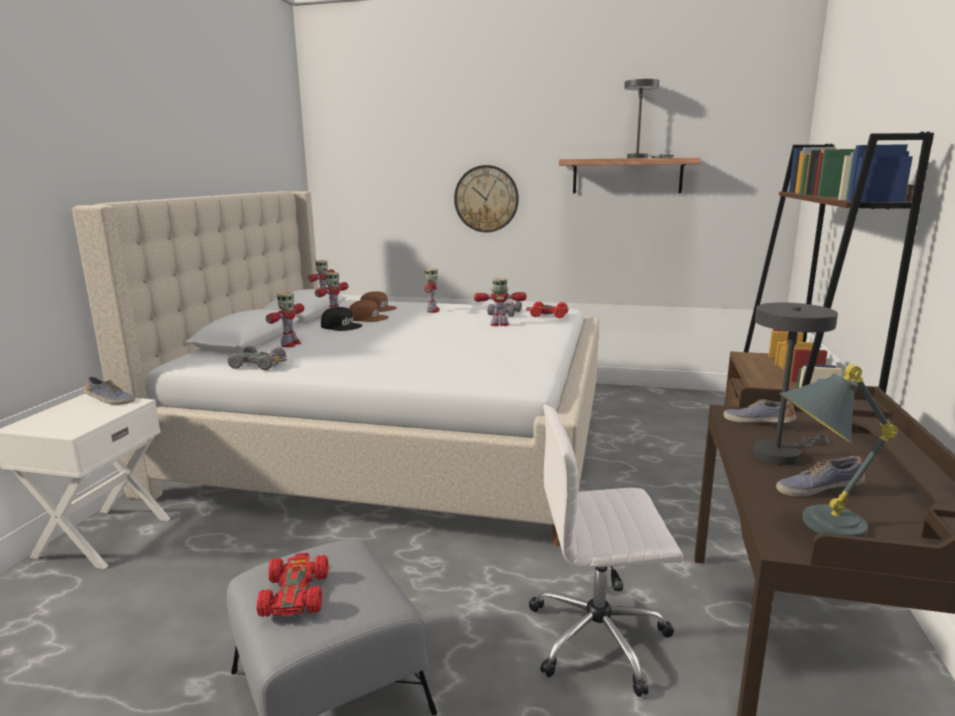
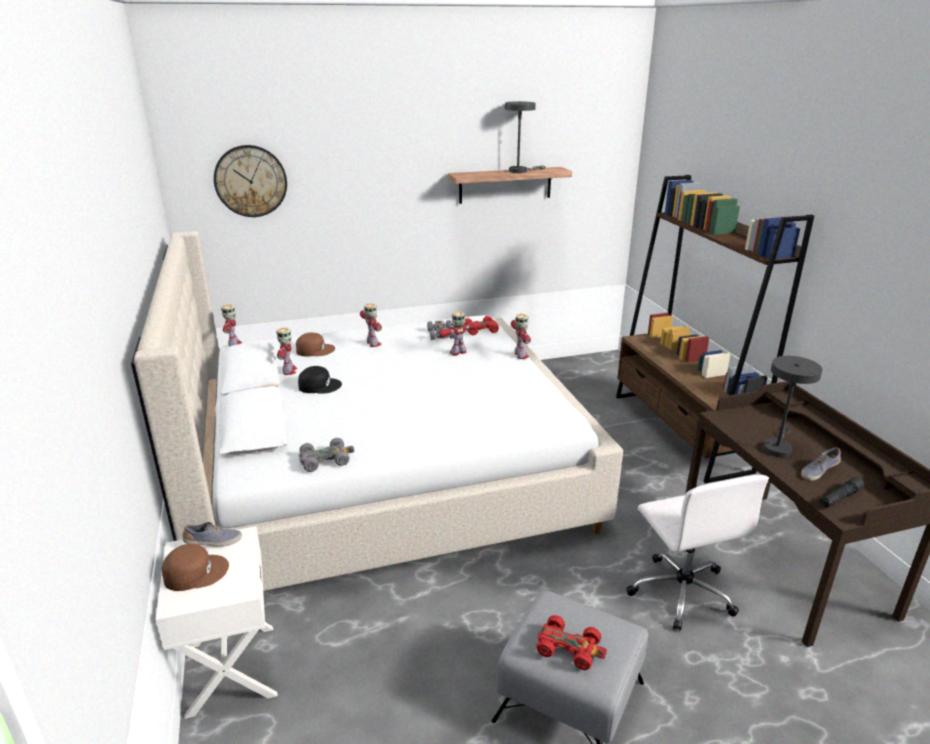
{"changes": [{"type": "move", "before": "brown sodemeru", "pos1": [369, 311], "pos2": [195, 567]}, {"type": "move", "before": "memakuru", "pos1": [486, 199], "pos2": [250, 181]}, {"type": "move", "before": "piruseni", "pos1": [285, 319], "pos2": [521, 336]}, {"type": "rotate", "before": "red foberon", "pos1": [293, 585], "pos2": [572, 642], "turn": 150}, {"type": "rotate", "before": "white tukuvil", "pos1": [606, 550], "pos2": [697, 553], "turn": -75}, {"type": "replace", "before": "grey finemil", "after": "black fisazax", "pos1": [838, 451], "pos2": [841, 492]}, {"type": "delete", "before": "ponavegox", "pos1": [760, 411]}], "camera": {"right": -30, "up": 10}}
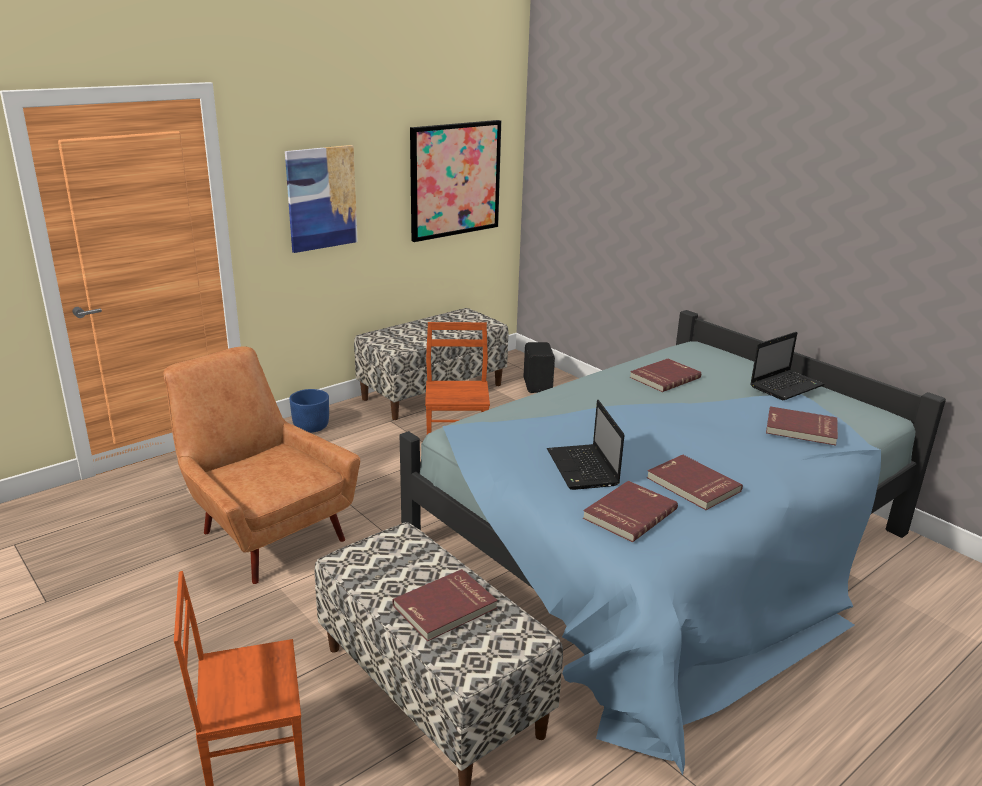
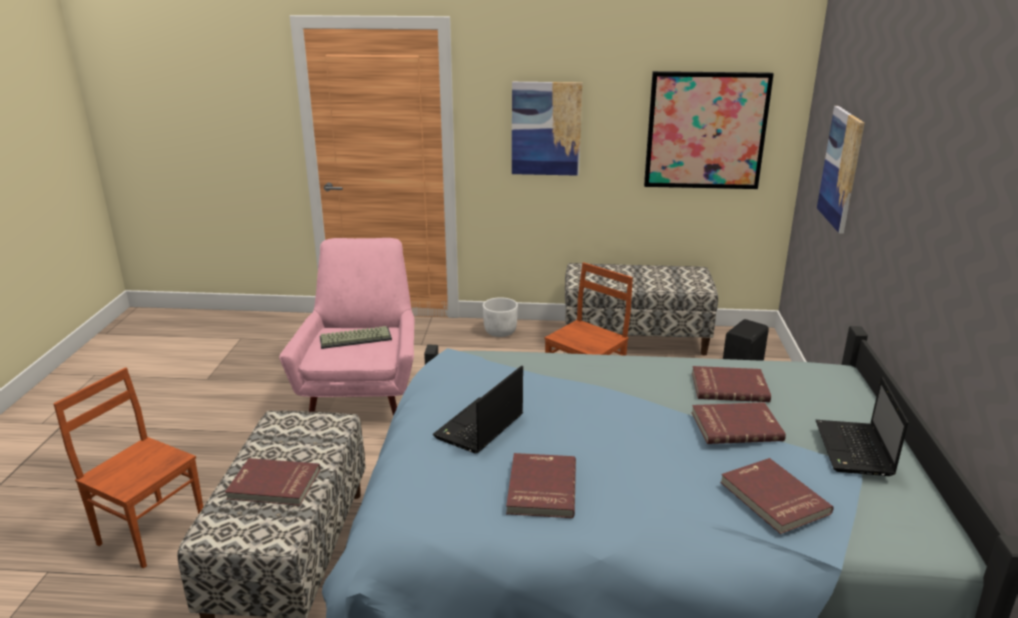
{"changes": [{"type": "recolor", "before": "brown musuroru", "after": "pink musuroru", "pos1": [261, 465], "pos2": [347, 327]}, {"type": "insert", "after": "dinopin", "pos2": [356, 337]}, {"type": "recolor", "before": "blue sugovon", "after": "white sugovon", "pos1": [309, 411], "pos2": [500, 317]}, {"type": "move", "before": "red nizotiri", "pos1": [630, 511], "pos2": [738, 423]}, {"type": "rotate", "before": "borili", "pos1": [787, 366], "pos2": [862, 426], "turn": 90}, {"type": "insert", "after": "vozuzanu", "pos2": [841, 170]}], "camera": {"right": 45, "up": 0}}
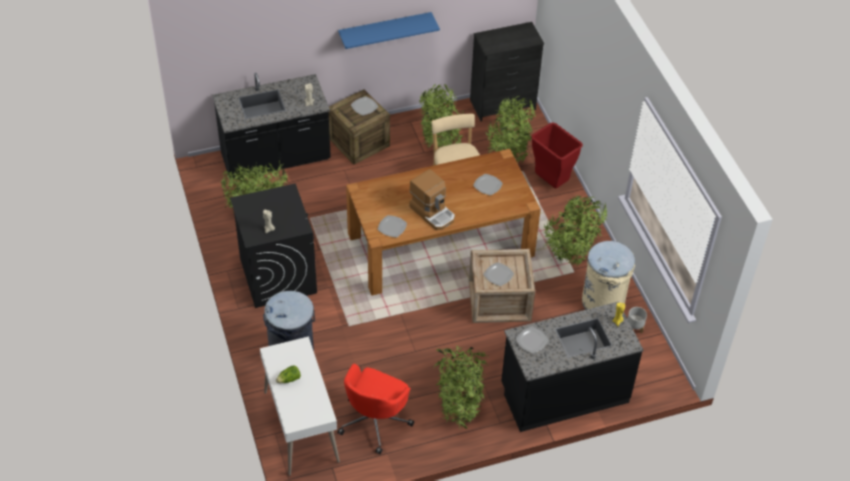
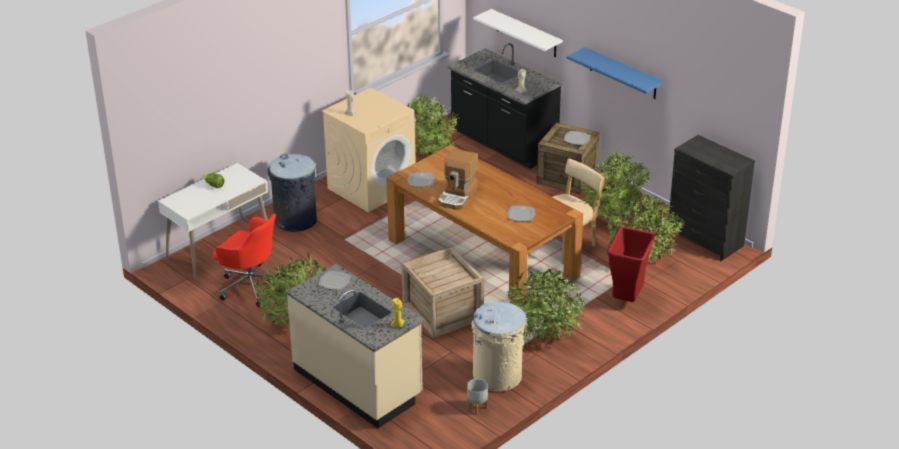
{"changes": [{"type": "rotate", "before": "red tukuvil", "pos1": [375, 409], "pos2": [249, 260], "turn": -150}, {"type": "recolor", "before": "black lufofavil", "after": "beige lufofavil", "pos1": [572, 367], "pos2": [355, 346]}, {"type": "recolor", "before": "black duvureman", "after": "beige duvureman", "pos1": [273, 246], "pos2": [369, 149]}, {"type": "insert", "after": "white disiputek", "pos2": [518, 33]}, {"type": "delete", "before": "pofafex", "pos1": [499, 274]}], "camera": {"right": 65, "up": -15}}
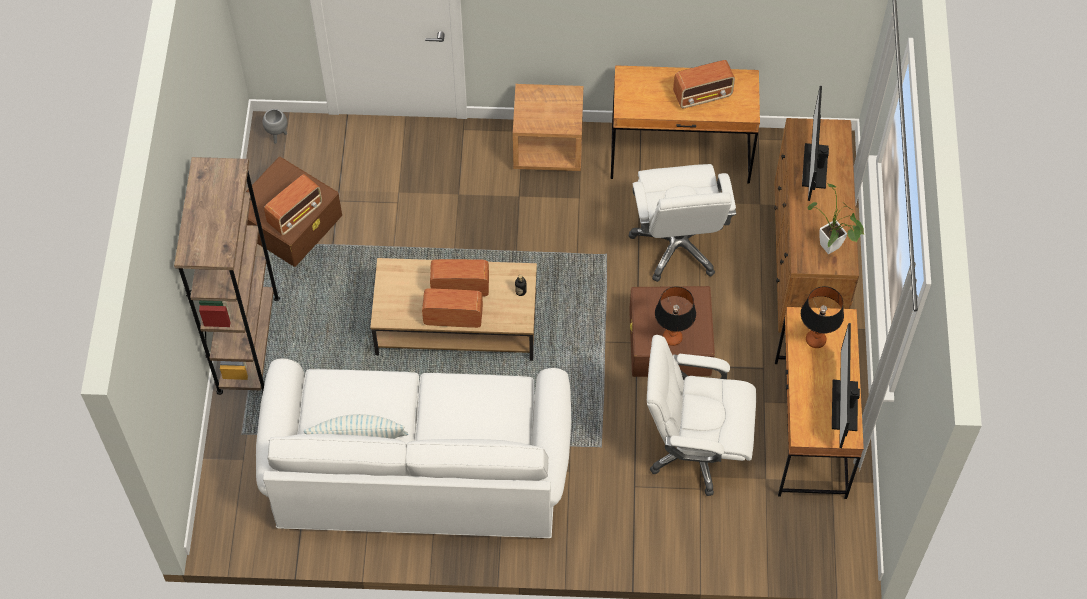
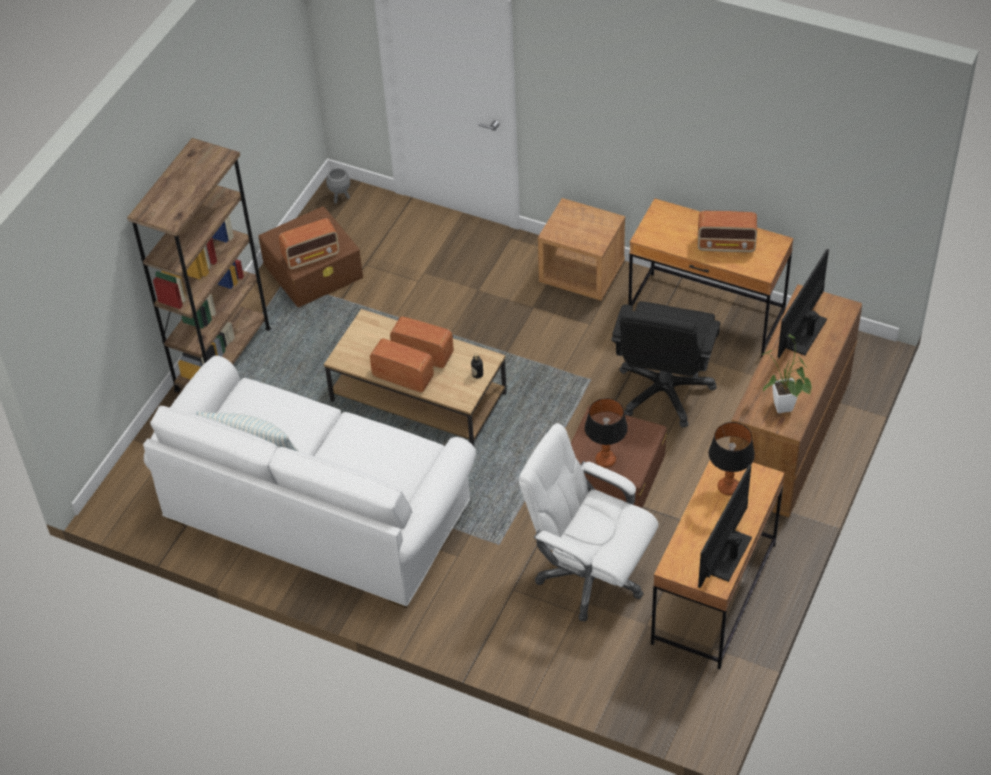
{"changes": [{"type": "recolor", "before": "white tukuvil", "after": "black tukuvil", "pos1": [682, 223], "pos2": [666, 364]}], "camera": {"right": 25, "up": -10}}
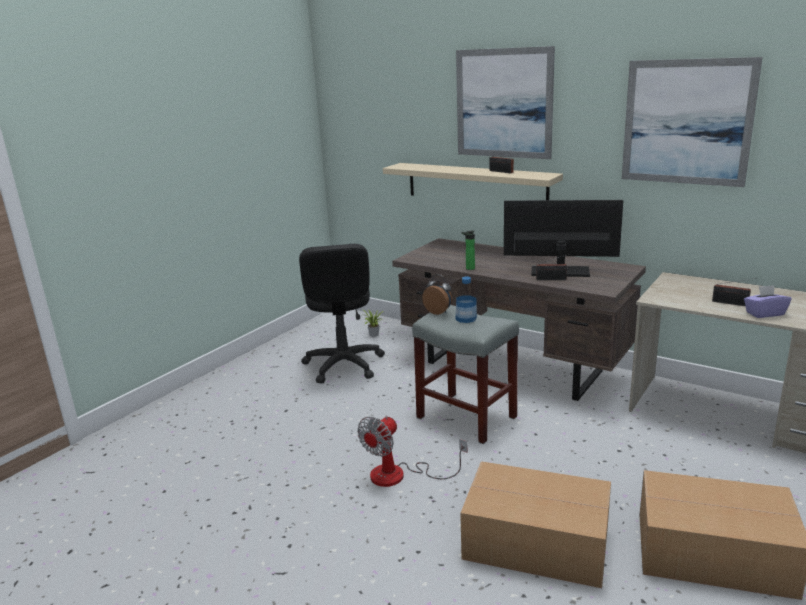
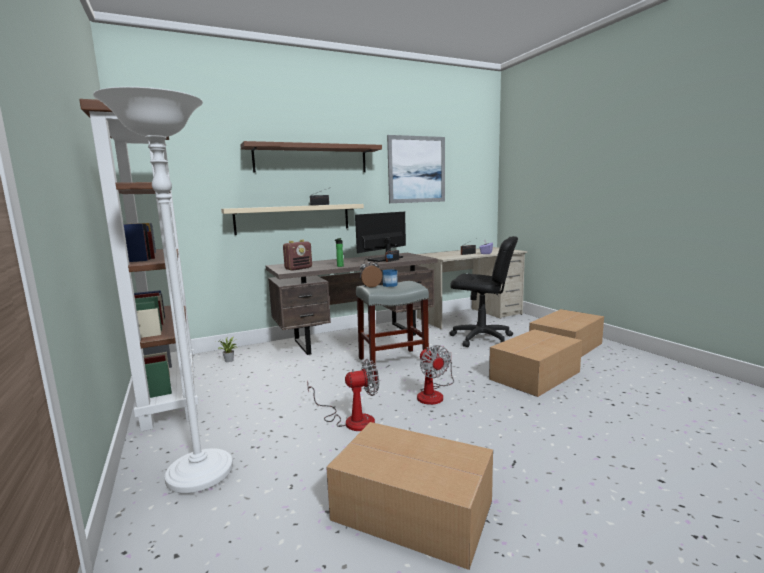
{"changes": [{"type": "insert", "after": "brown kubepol", "pos2": [139, 265]}, {"type": "insert", "after": "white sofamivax", "pos2": [163, 290]}, {"type": "replace", "before": "vozuzanu", "after": "brown disiputek", "pos1": [505, 102], "pos2": [311, 156]}, {"type": "insert", "after": "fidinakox", "pos2": [297, 255]}, {"type": "insert", "after": "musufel", "pos2": [343, 395]}, {"type": "insert", "after": "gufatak", "pos2": [409, 496]}, {"type": "move", "before": "black tukuvil", "pos1": [342, 314], "pos2": [483, 291]}], "camera": {"right": -60, "up": -10}}
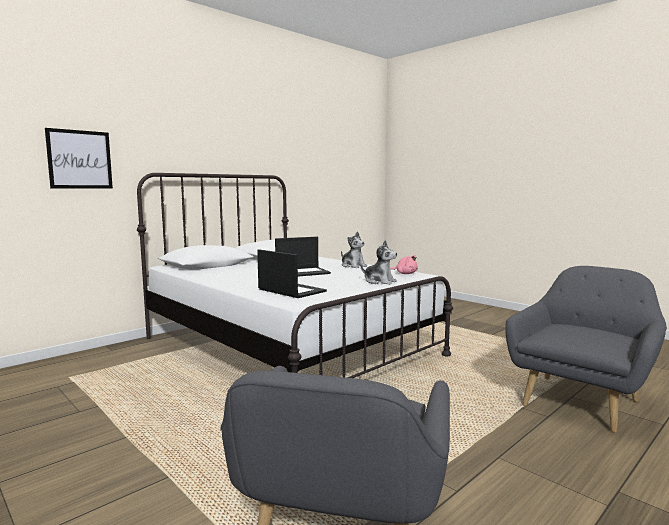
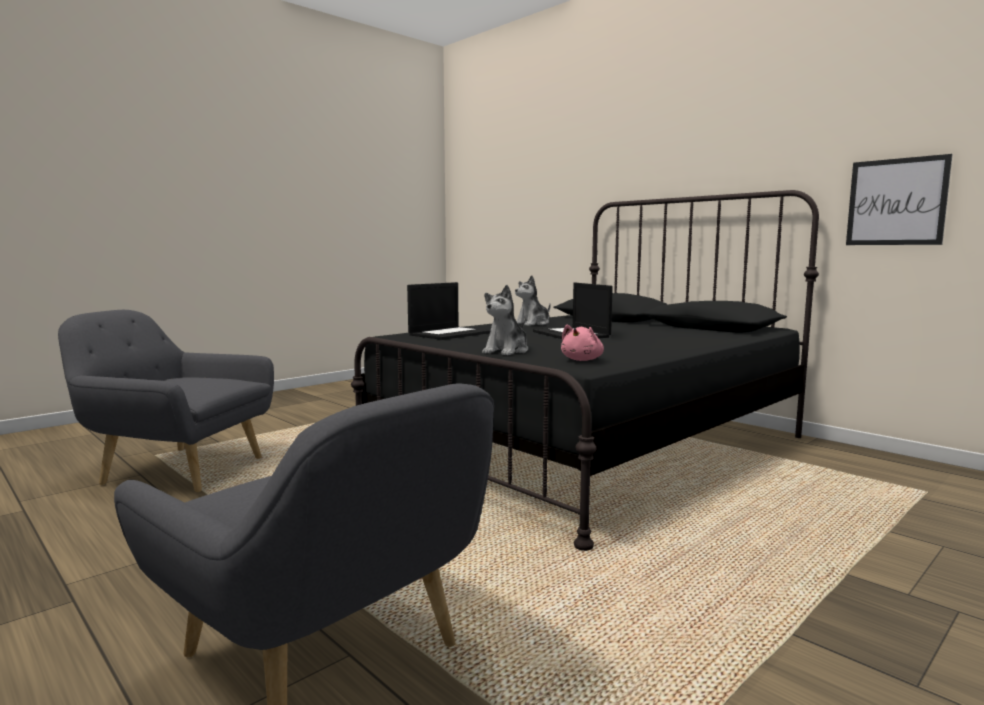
{"changes": [{"type": "recolor", "before": "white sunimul", "after": "black sunimul", "pos1": [295, 275], "pos2": [585, 370]}, {"type": "move", "before": "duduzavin", "pos1": [354, 249], "pos2": [533, 300]}, {"type": "move", "before": "vozuzanu", "pos1": [79, 158], "pos2": [899, 199]}], "camera": {"right": 90, "up": 0}}
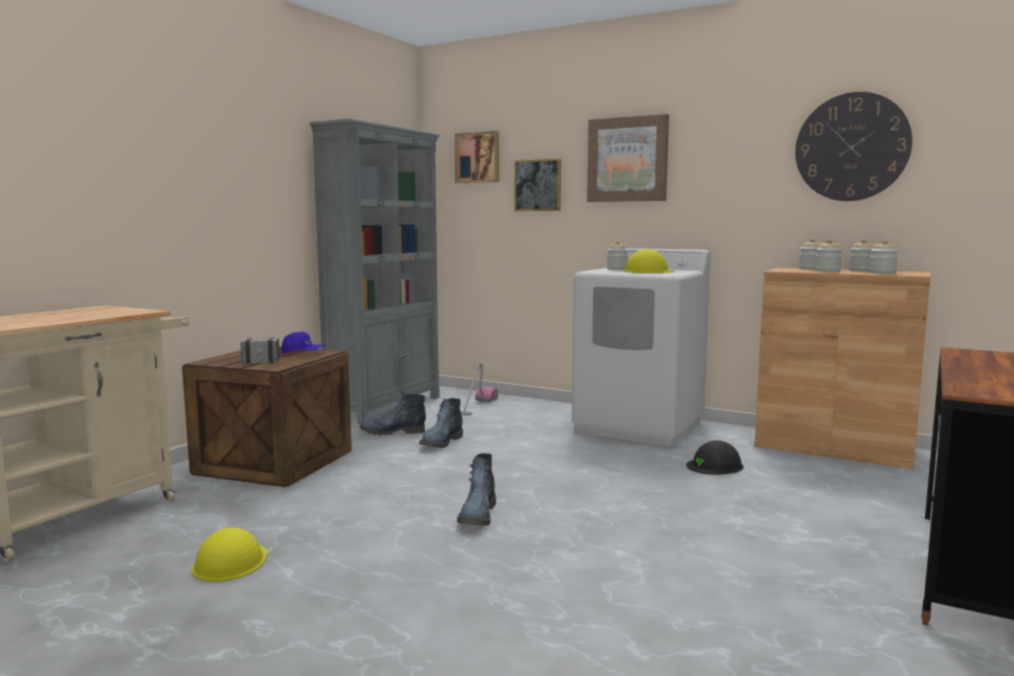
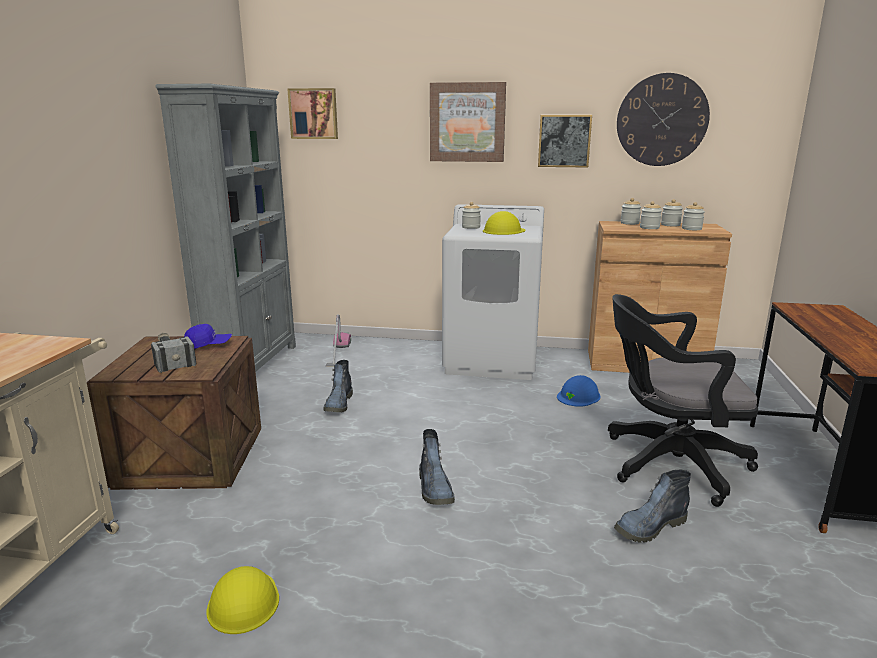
{"changes": [{"type": "move", "before": "vozuzanu", "pos1": [537, 185], "pos2": [565, 141]}, {"type": "recolor", "before": "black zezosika", "after": "blue zezosika", "pos1": [715, 457], "pos2": [579, 391]}, {"type": "insert", "after": "black tukuvil", "pos2": [683, 400]}, {"type": "move", "before": "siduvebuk", "pos1": [392, 414], "pos2": [652, 506]}], "camera": {"right": -20, "up": 10}}
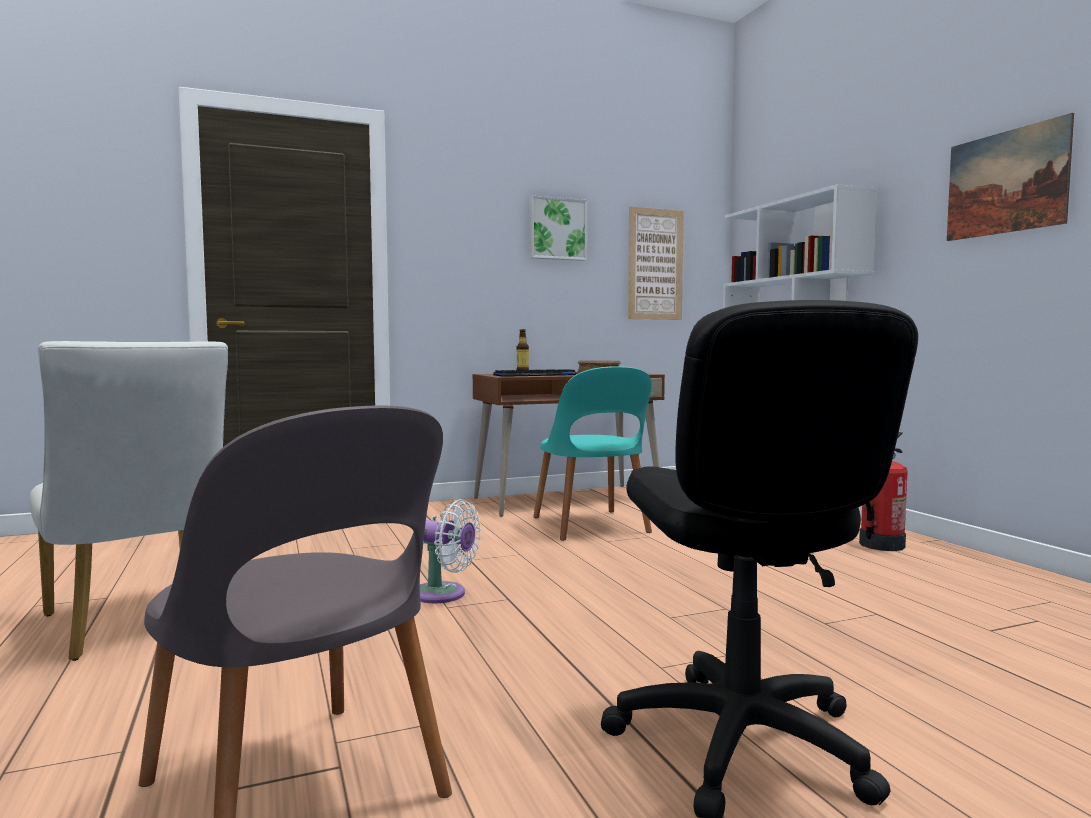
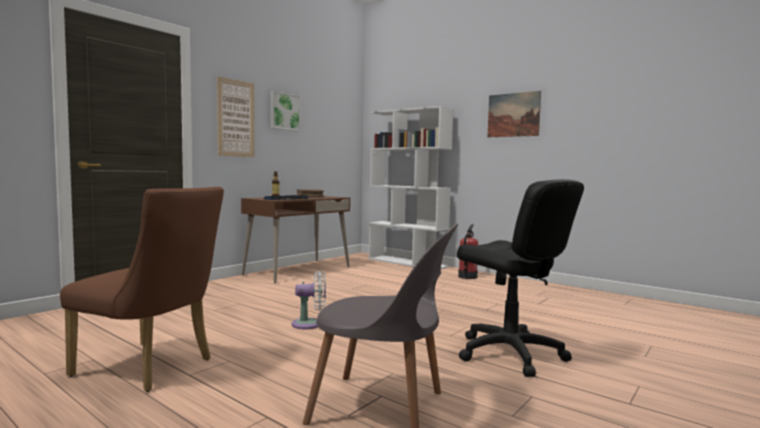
{"changes": [{"type": "recolor", "before": "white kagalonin", "after": "brown kagalonin", "pos1": [128, 501], "pos2": [142, 289]}, {"type": "move", "before": "vozuzanu", "pos1": [656, 263], "pos2": [236, 116]}, {"type": "delete", "before": "turquoise kagalonin", "pos1": [592, 453]}], "camera": {"right": -30, "up": 0}}
